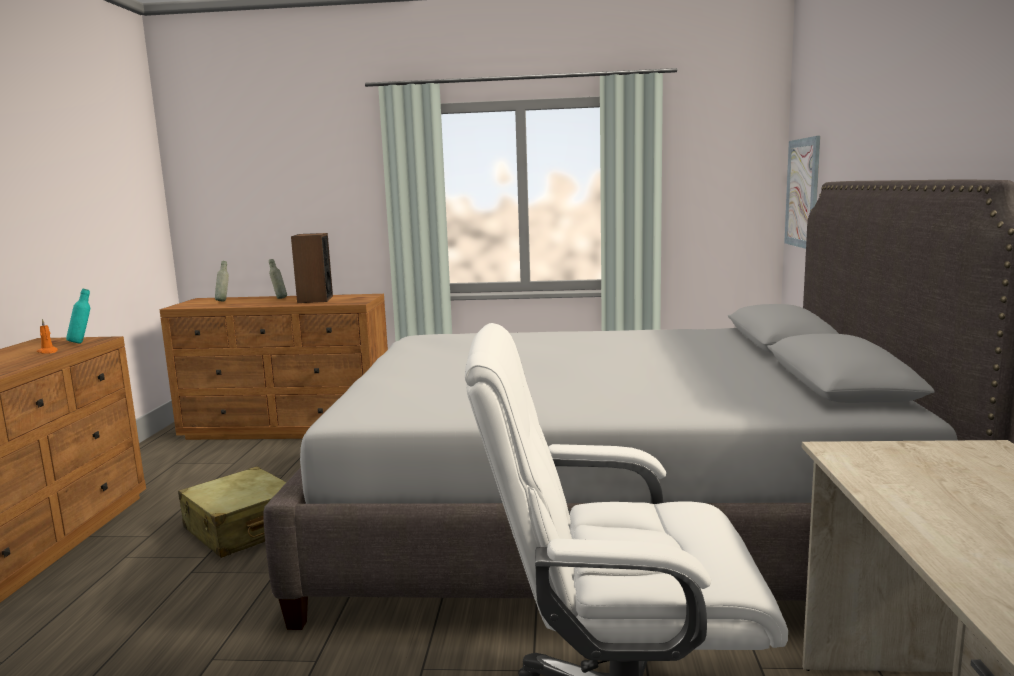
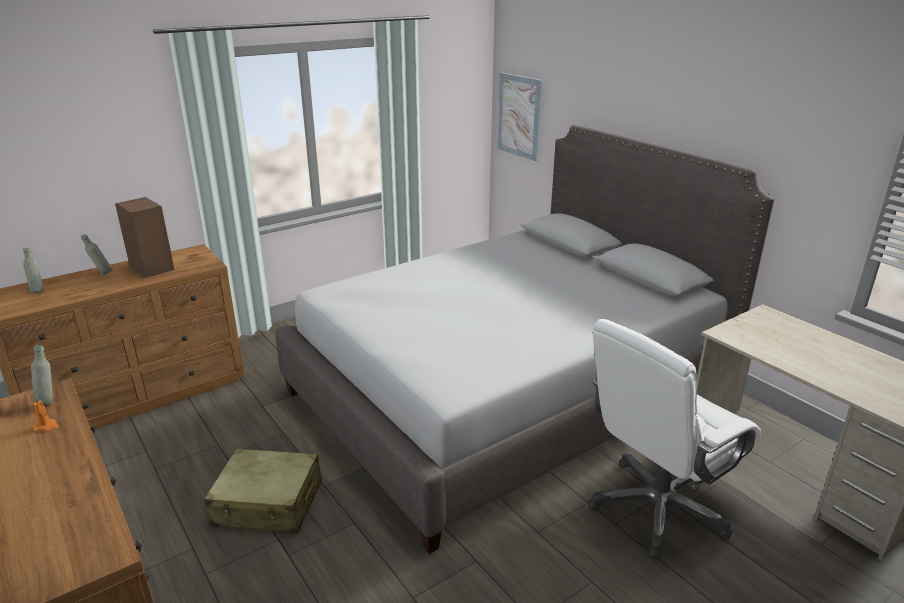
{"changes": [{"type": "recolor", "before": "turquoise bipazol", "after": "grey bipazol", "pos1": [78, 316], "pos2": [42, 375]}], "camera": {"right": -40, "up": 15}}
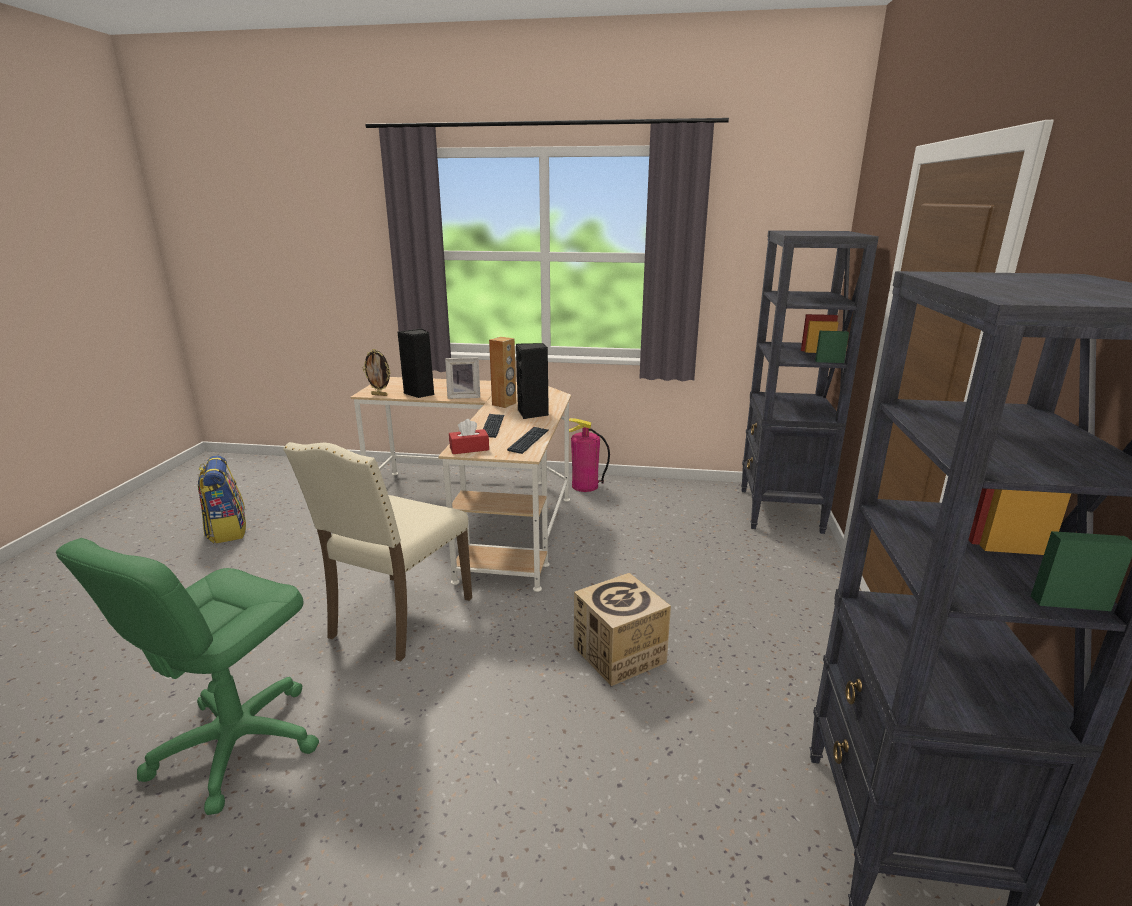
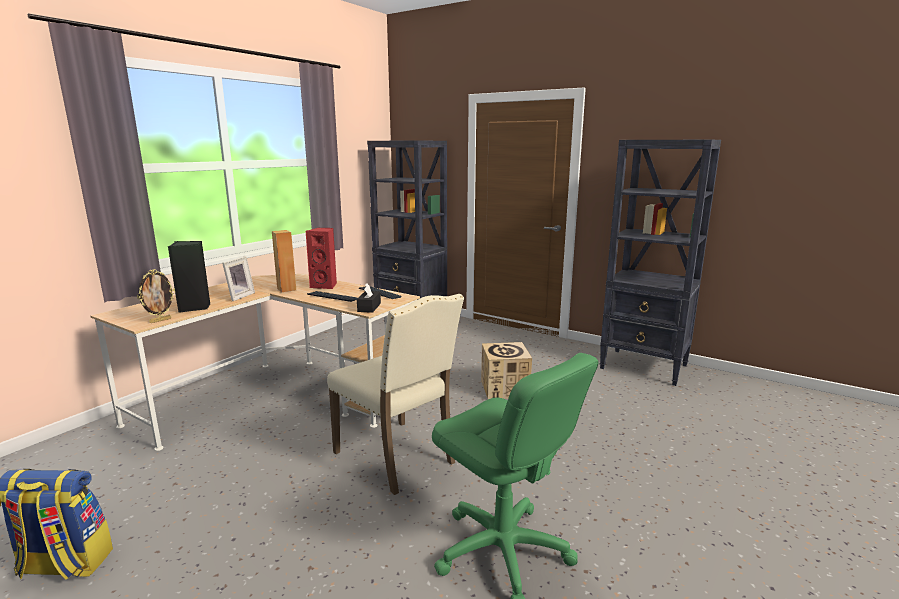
{"changes": [{"type": "recolor", "before": "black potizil", "after": "red potizil", "pos1": [532, 381], "pos2": [321, 258]}, {"type": "recolor", "before": "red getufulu", "after": "black getufulu", "pos1": [469, 436], "pos2": [369, 298]}, {"type": "delete", "before": "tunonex", "pos1": [589, 455]}], "camera": {"right": -65, "up": -5}}
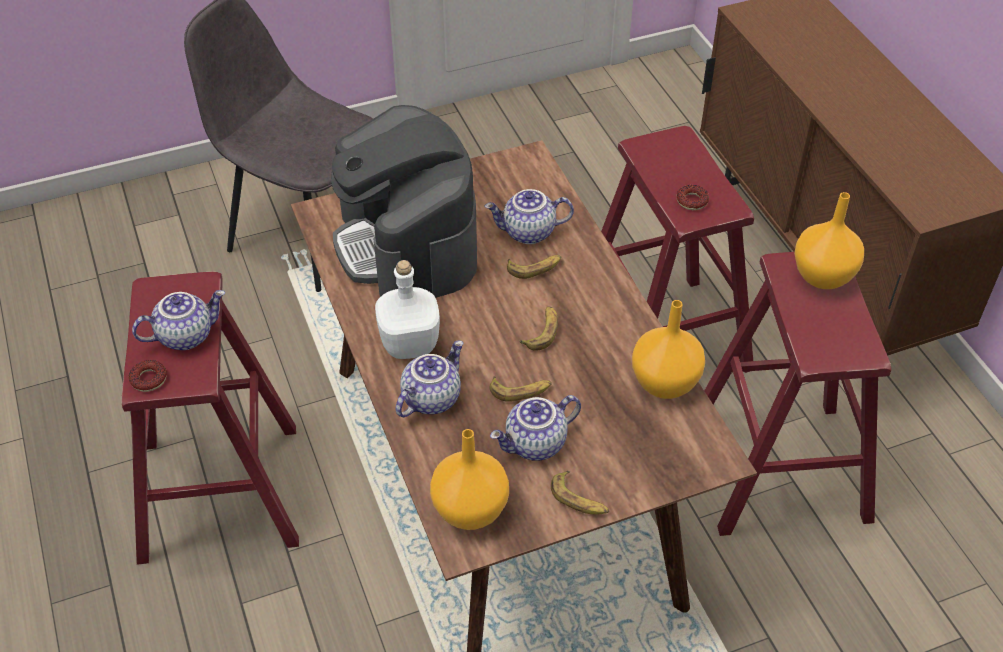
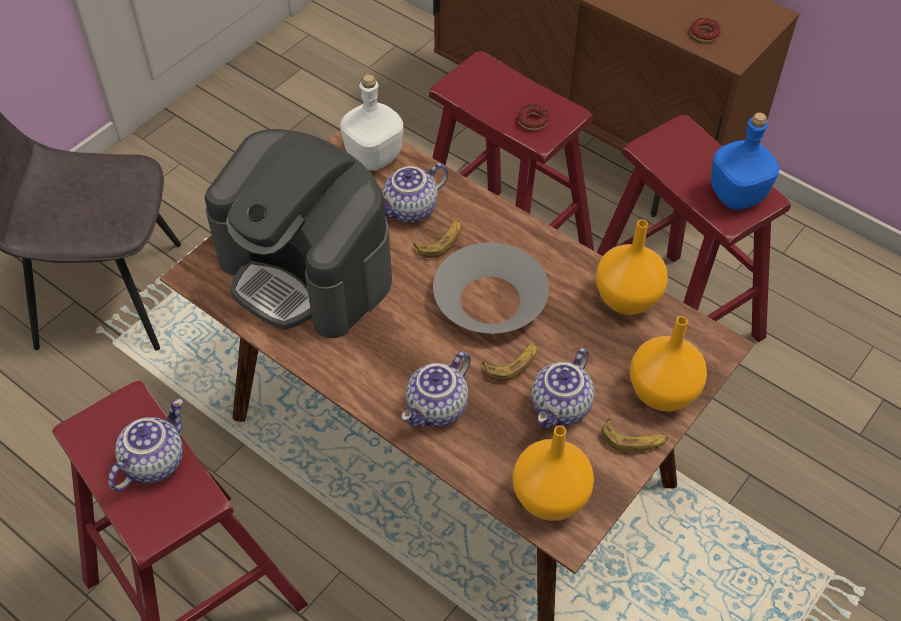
{"changes": [{"type": "move", "before": "white bipazol", "pos1": [407, 309], "pos2": [371, 122]}, {"type": "rotate", "before": "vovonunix", "pos1": [429, 378], "pos2": [436, 389], "turn": -150}, {"type": "replace", "before": "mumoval", "after": "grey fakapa", "pos1": [538, 329], "pos2": [491, 288]}, {"type": "move", "before": "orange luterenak", "pos1": [829, 240], "pos2": [668, 363]}, {"type": "move", "before": "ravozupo", "pos1": [148, 376], "pos2": [705, 30]}, {"type": "insert", "after": "blue bipazol", "pos2": [745, 161]}], "camera": {"right": -30, "up": 5}}
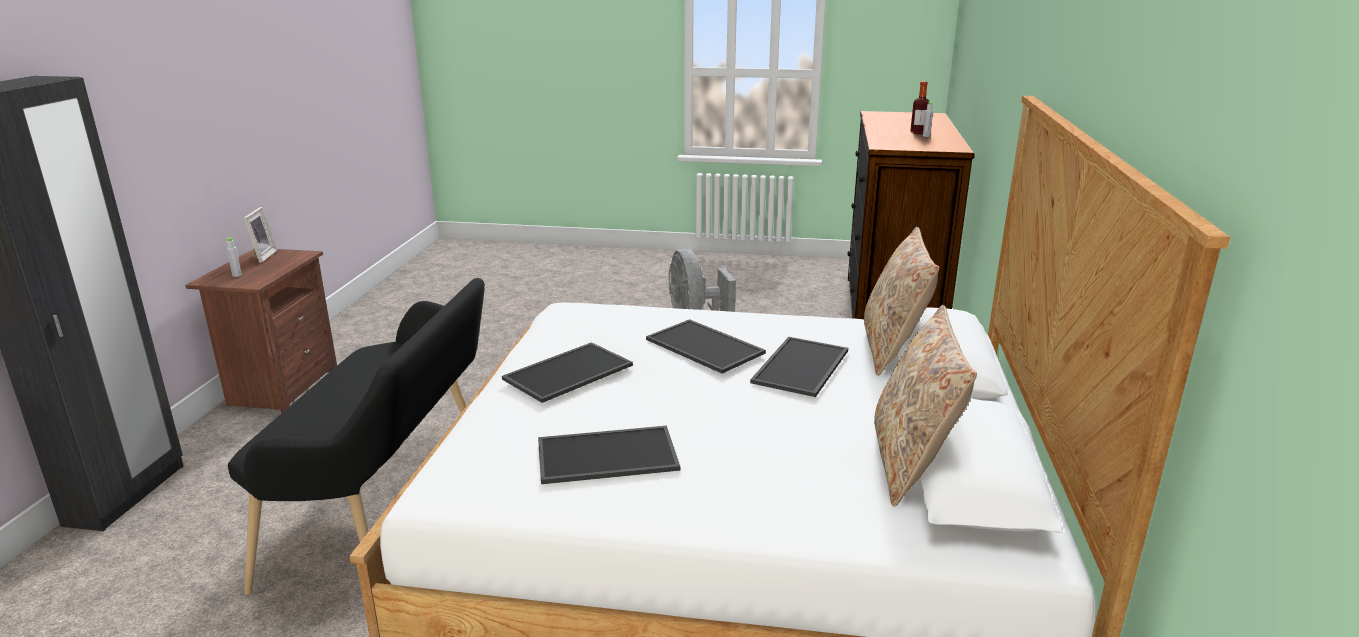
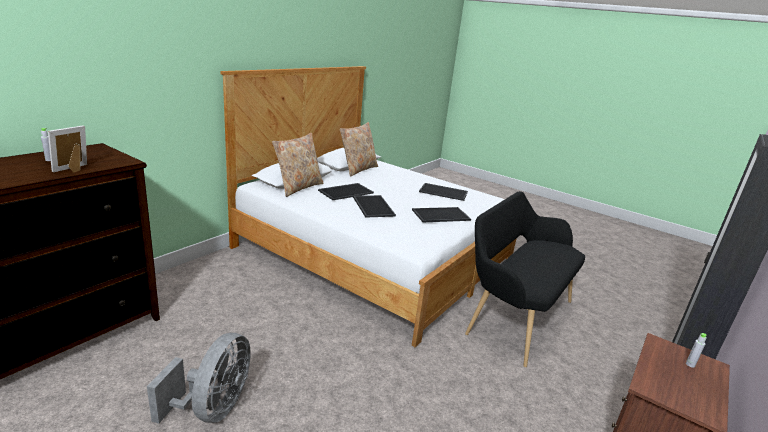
{"changes": [{"type": "move", "before": "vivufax", "pos1": [260, 235], "pos2": [67, 149]}, {"type": "delete", "before": "bipazol", "pos1": [920, 107]}], "camera": {"right": -155, "up": 0}}
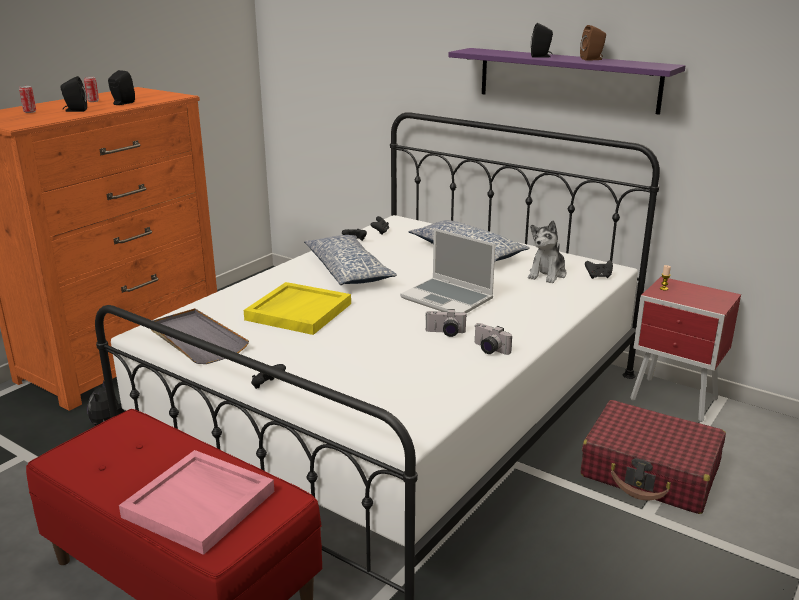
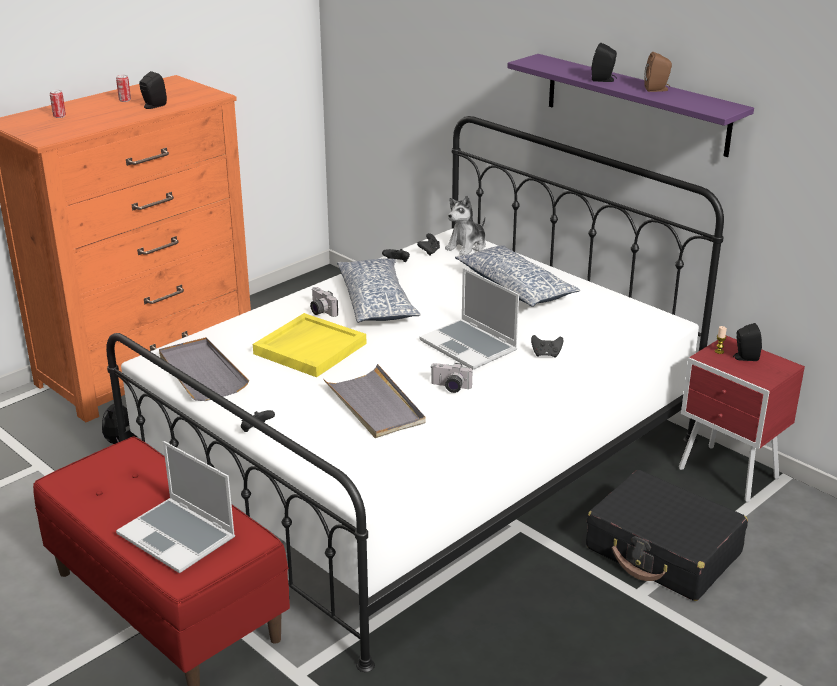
{"changes": [{"type": "replace", "before": "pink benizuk", "after": "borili", "pos1": [196, 502], "pos2": [175, 507]}, {"type": "move", "before": "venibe", "pos1": [493, 339], "pos2": [324, 302]}, {"type": "insert", "after": "grey benizuk", "pos2": [374, 401]}, {"type": "move", "before": "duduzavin", "pos1": [547, 251], "pos2": [465, 225]}, {"type": "move", "before": "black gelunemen", "pos1": [599, 269], "pos2": [547, 346]}, {"type": "recolor", "before": "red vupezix", "after": "black vupezix", "pos1": [653, 457], "pos2": [667, 535]}, {"type": "move", "before": "black potizil", "pos1": [74, 94], "pos2": [747, 342]}], "camera": {"right": 10, "up": 5}}
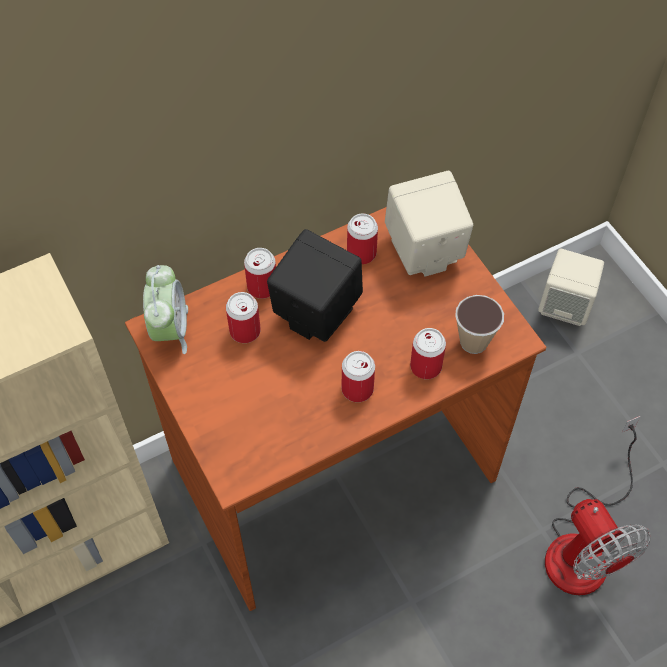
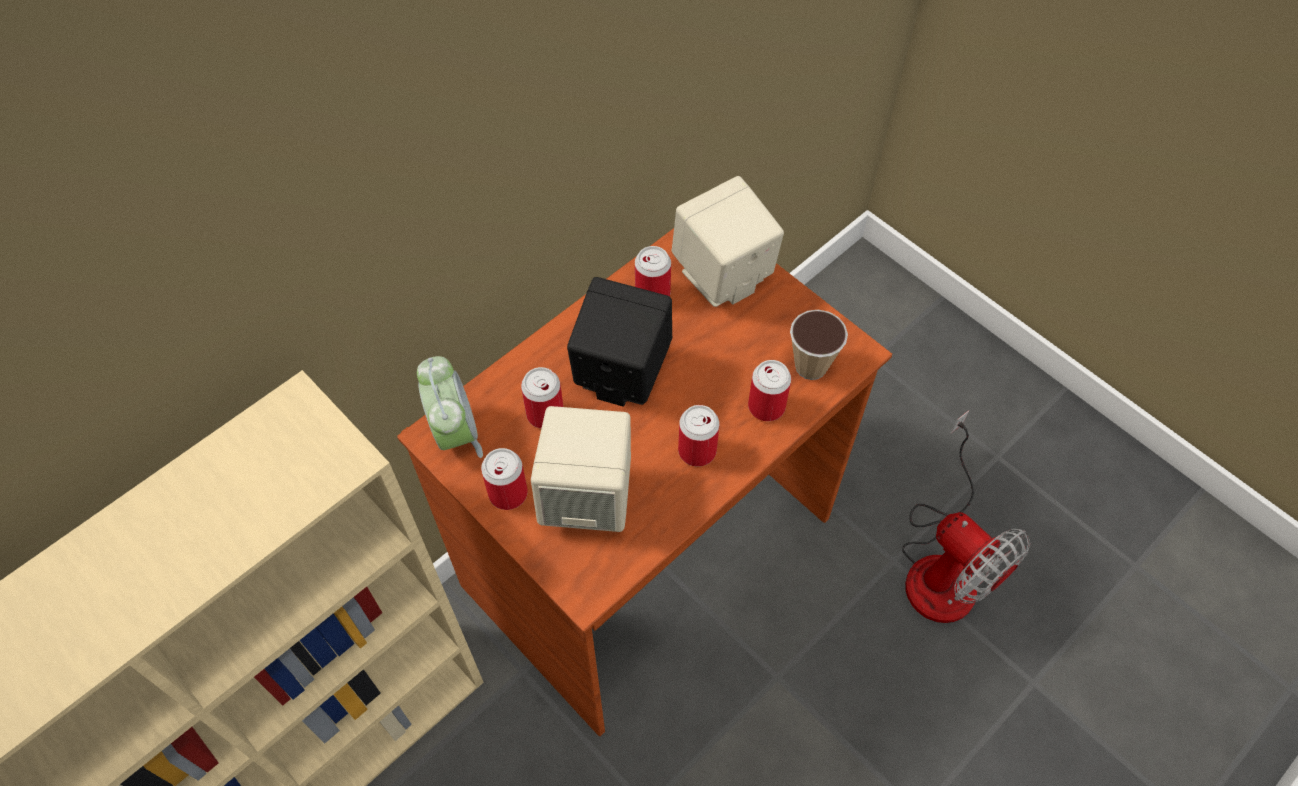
{"changes": [{"type": "move", "before": "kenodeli", "pos1": [260, 273], "pos2": [504, 479]}, {"type": "move", "before": "beige potizil", "pos1": [571, 287], "pos2": [581, 469]}], "camera": {"right": -15, "up": 0}}
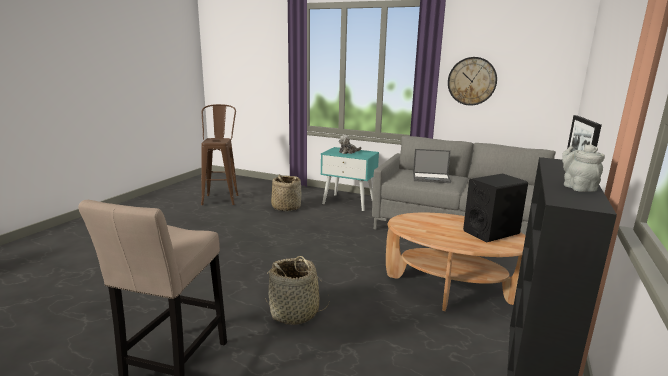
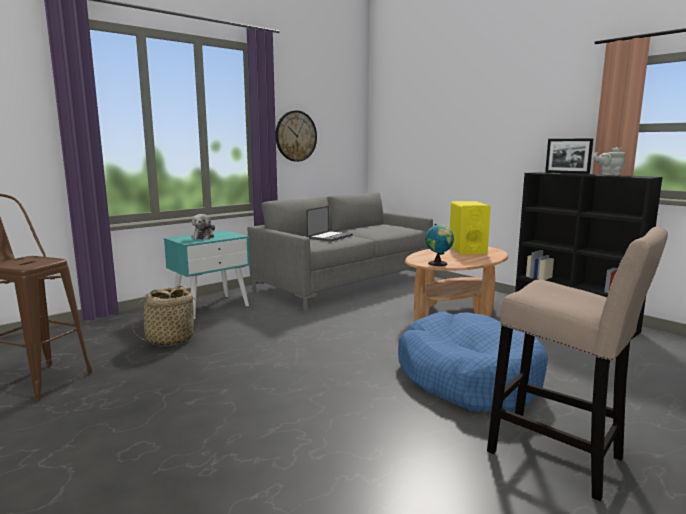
{"changes": [{"type": "replace", "before": "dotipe", "after": "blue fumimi", "pos1": [297, 290], "pos2": [473, 362]}, {"type": "insert", "after": "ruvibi", "pos2": [439, 245]}, {"type": "recolor", "before": "black potizil", "after": "yellow potizil", "pos1": [495, 207], "pos2": [470, 227]}], "camera": {"right": -65, "up": -5}}
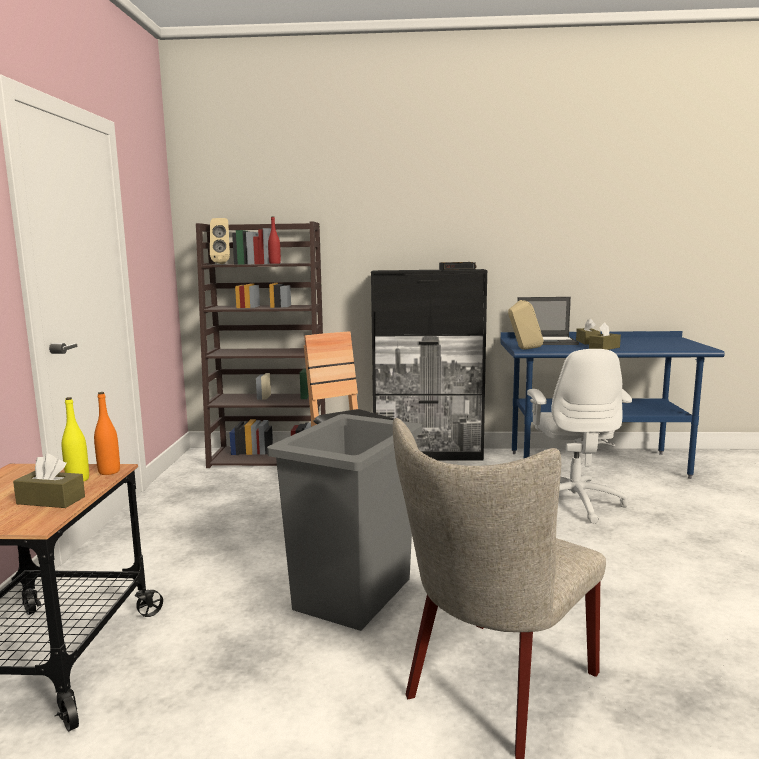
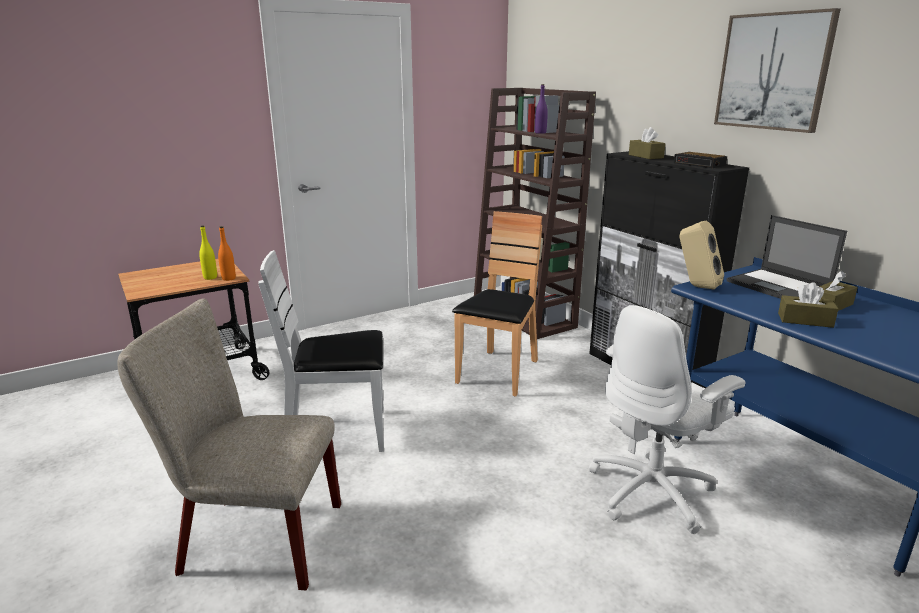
{"changes": [{"type": "replace", "before": "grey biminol", "after": "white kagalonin", "pos1": [344, 522], "pos2": [321, 351]}, {"type": "recolor", "before": "red bipazol", "after": "purple bipazol", "pos1": [274, 240], "pos2": [541, 109]}, {"type": "move", "before": "brown getufulu", "pos1": [49, 481], "pos2": [647, 143]}, {"type": "insert", "after": "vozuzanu", "pos2": [777, 70]}, {"type": "delete", "before": "beige potizil", "pos1": [220, 241]}], "camera": {"right": 55, "up": 10}}
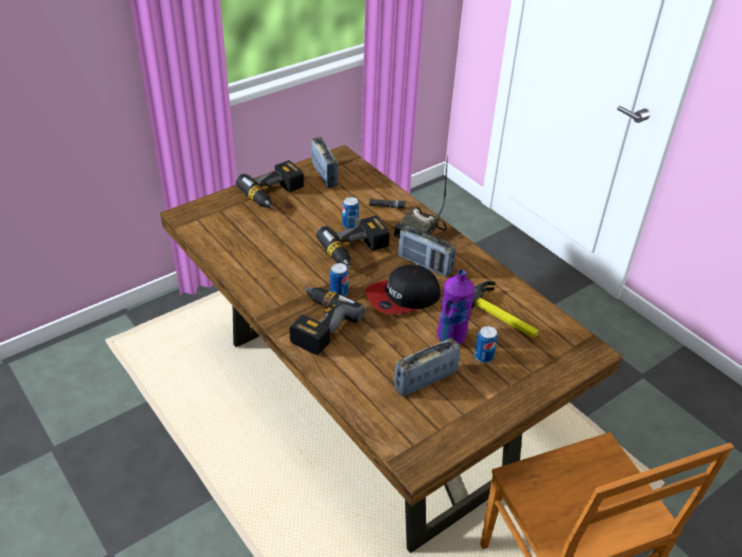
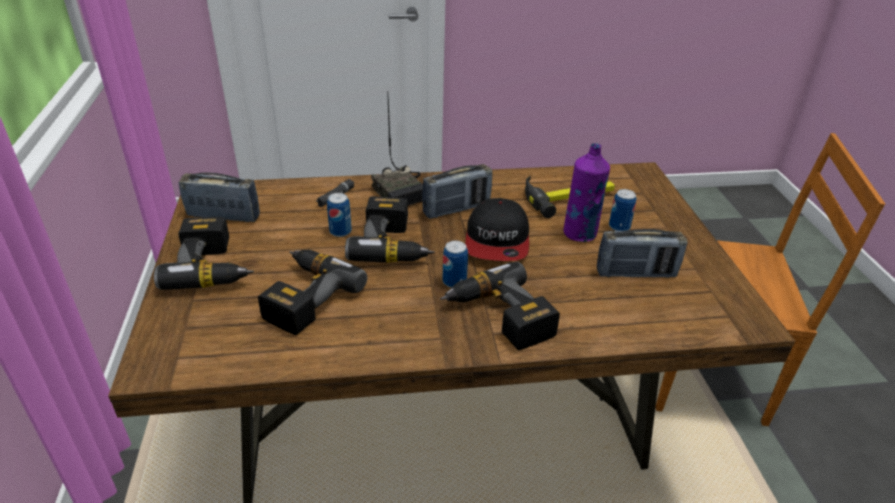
{"changes": [{"type": "insert", "after": "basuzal", "pos2": [312, 292]}, {"type": "rotate", "before": "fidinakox", "pos1": [427, 367], "pos2": [642, 253], "turn": -90}], "camera": {"right": -60, "up": -5}}
